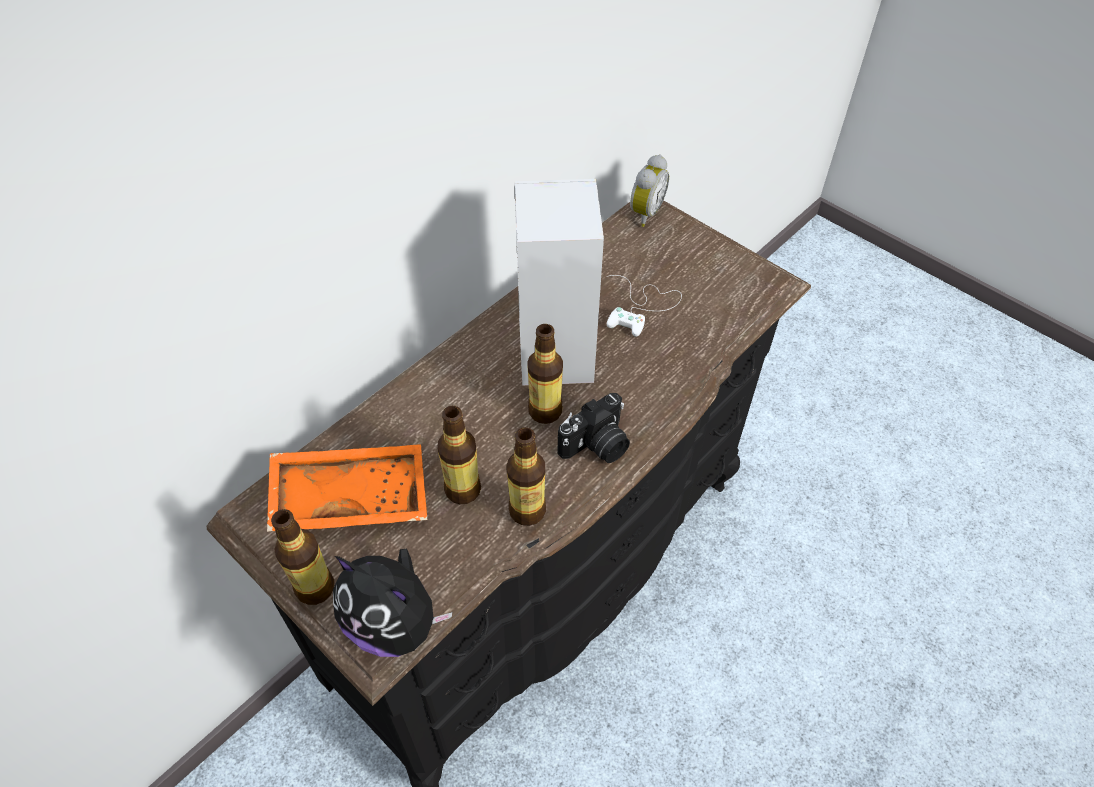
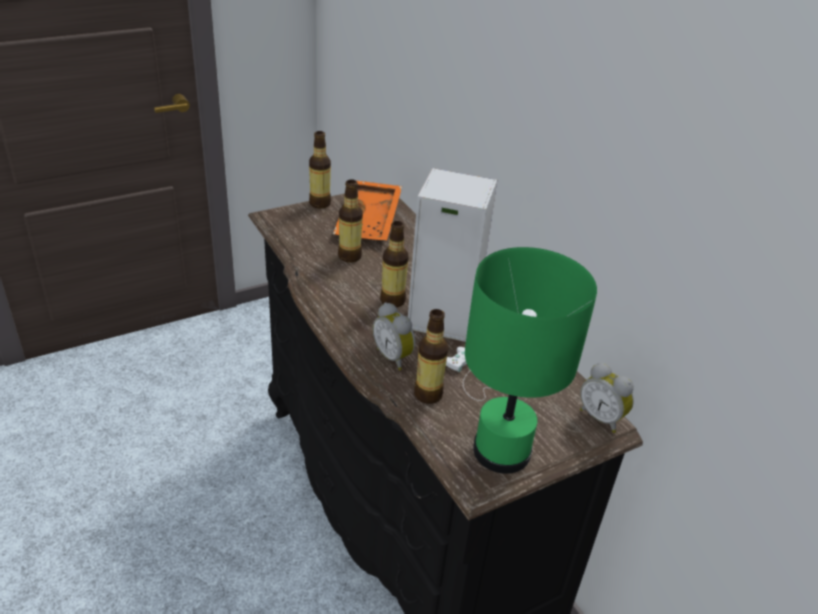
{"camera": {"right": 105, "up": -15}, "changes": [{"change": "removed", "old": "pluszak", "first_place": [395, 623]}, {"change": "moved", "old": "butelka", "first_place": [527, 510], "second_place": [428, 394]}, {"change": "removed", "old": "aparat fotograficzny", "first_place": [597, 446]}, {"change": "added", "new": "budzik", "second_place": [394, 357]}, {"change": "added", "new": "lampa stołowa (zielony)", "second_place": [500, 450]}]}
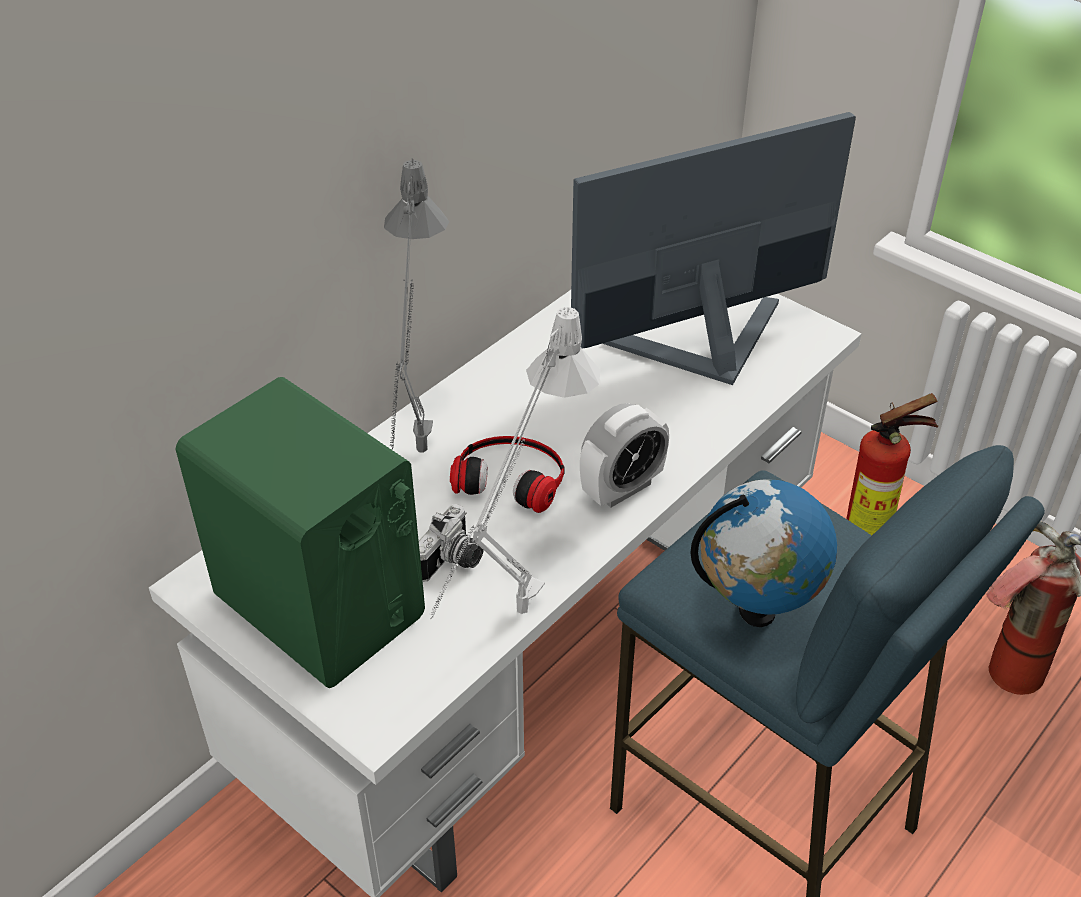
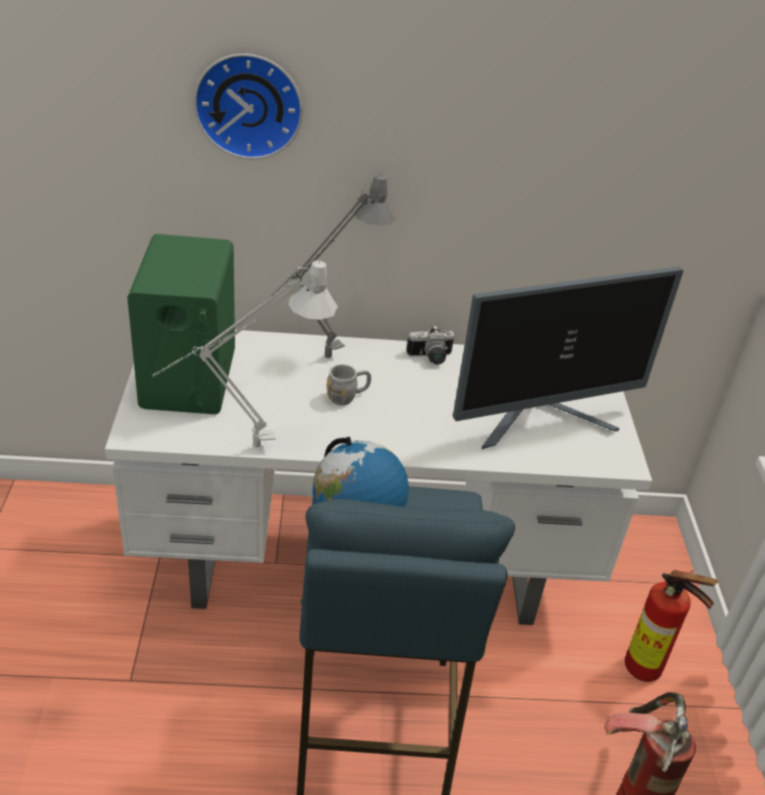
{"camera": {"right": 45, "up": -5}, "changes": [{"change": "moved", "old": "aparat fotograficzny", "first_place": [453, 561], "second_place": [431, 358]}, {"change": "replaced", "old": "słuchawki", "new": "kubek (szary)", "first_place": [511, 477], "second_place": [348, 397]}, {"change": "turned", "old": "monitor", "first_place": [703, 348], "second_place": [542, 419], "degrees": 135}, {"change": "removed", "old": "budzik", "first_place": [622, 488]}, {"change": "added", "new": "zegar ścienny", "second_place": [249, 104]}]}
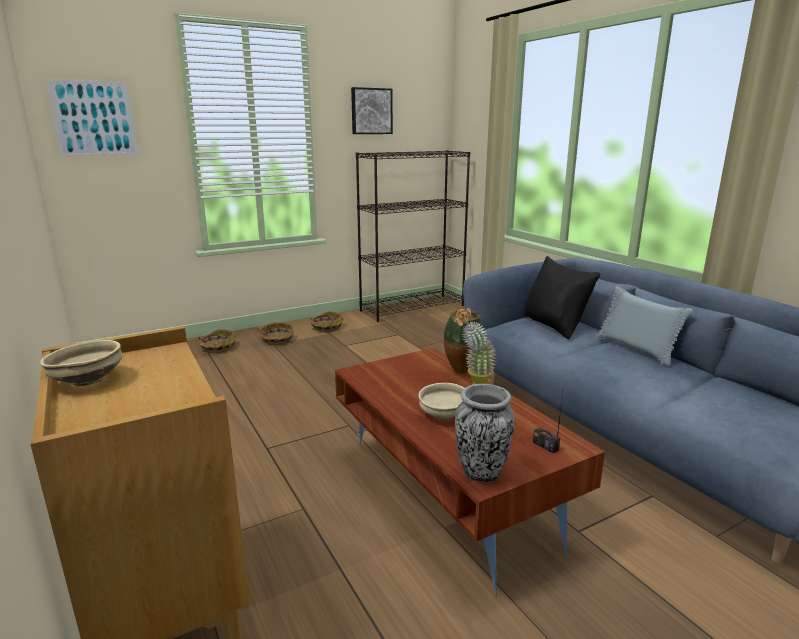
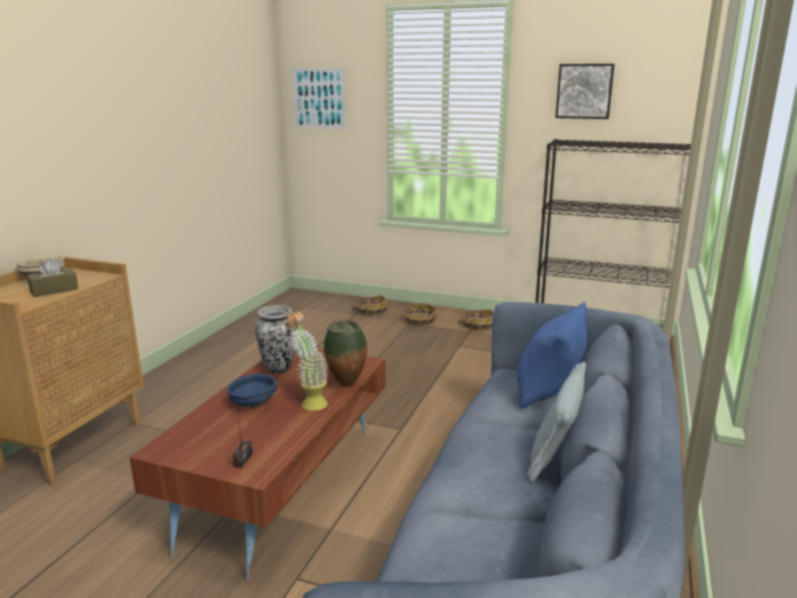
{"camera": {"right": 50, "up": 0}, "changes": [{"change": "recoloured", "old": "miska (beżowy)", "new": "miska (niebieski)", "first_place": [442, 415], "second_place": [252, 403]}, {"change": "moved", "old": "wazon", "first_place": [481, 473], "second_place": [278, 368]}, {"change": "recoloured", "old": "poduszka (czarny)", "new": "poduszka (niebieski)", "first_place": [554, 326], "second_place": [548, 391]}, {"change": "added", "new": "pudełko chusteczek (brązowy)", "second_place": [54, 290]}]}
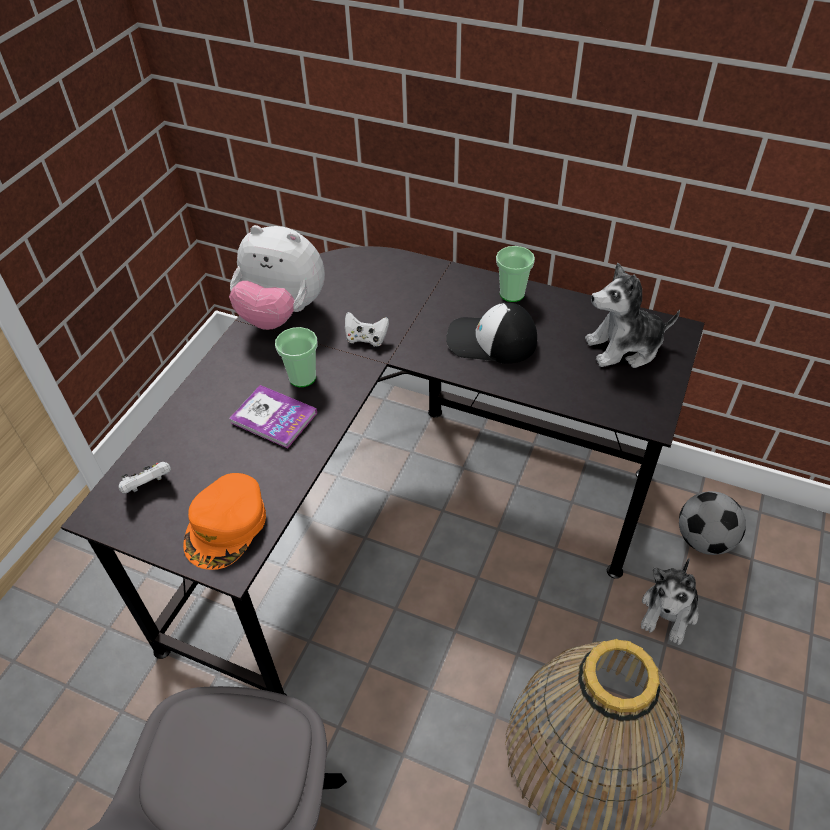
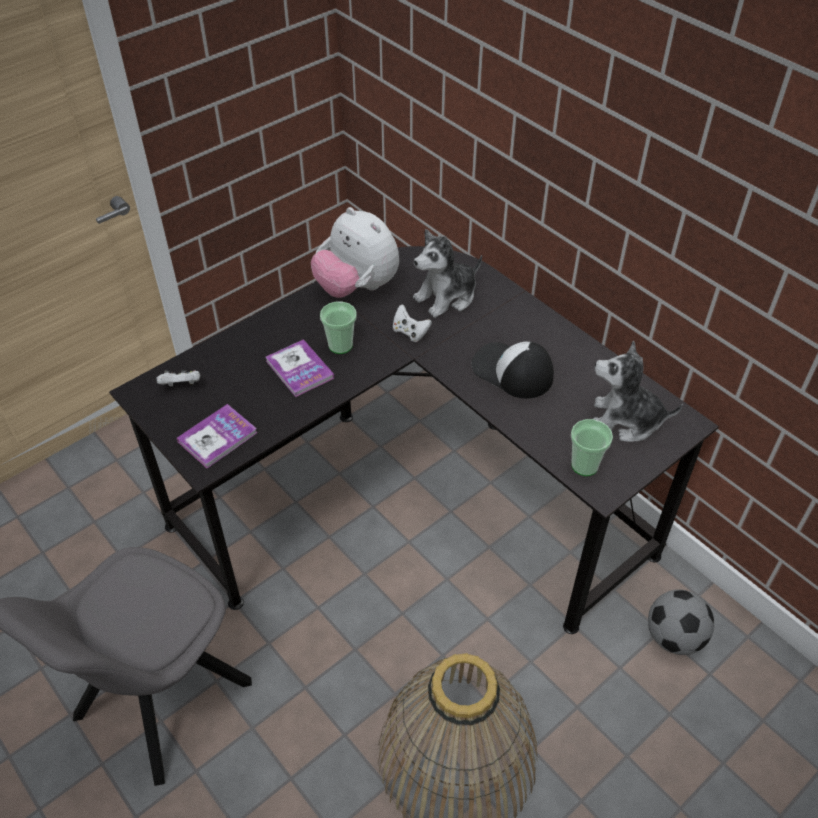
{"camera": {"right": 25, "up": 0}, "changes": [{"change": "replaced", "old": "czapka z daszkiem (pomarańczowy)", "new": "książka", "first_place": [226, 526], "second_place": [217, 437]}, {"change": "moved", "old": "filiżanka", "first_place": [512, 294], "second_place": [584, 465]}, {"change": "moved", "old": "pluszak", "first_place": [669, 611], "second_place": [446, 297]}]}
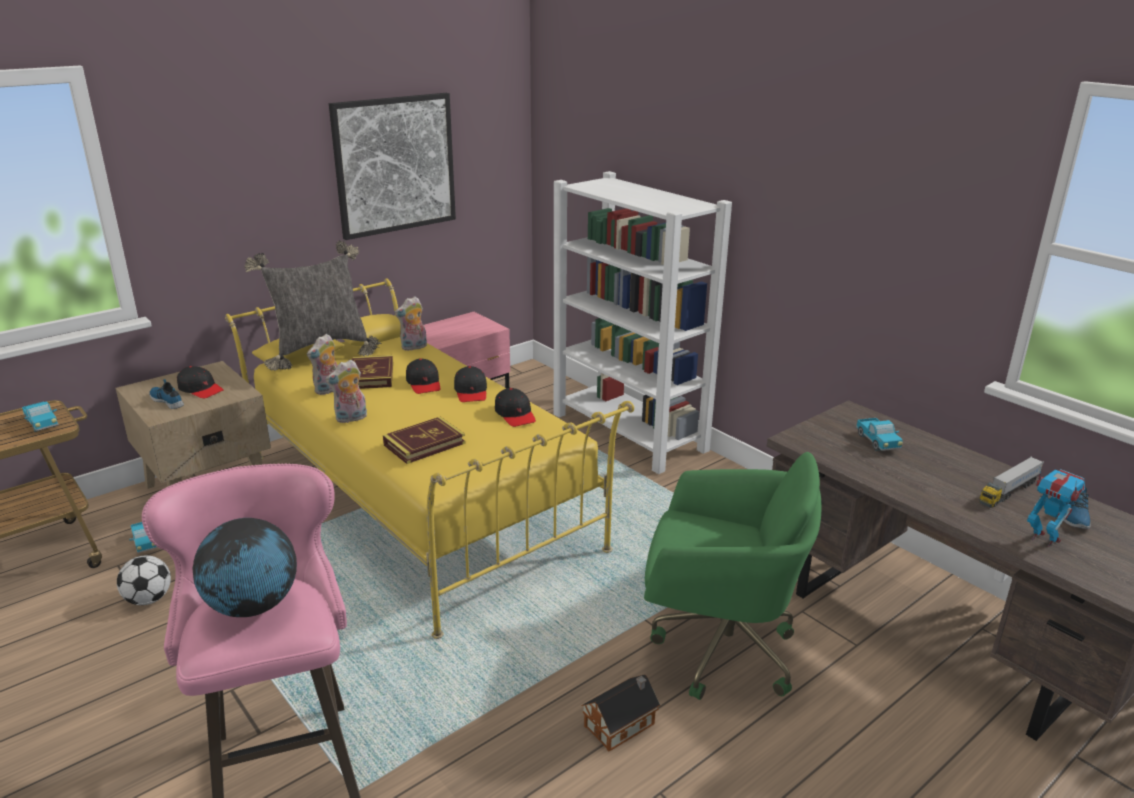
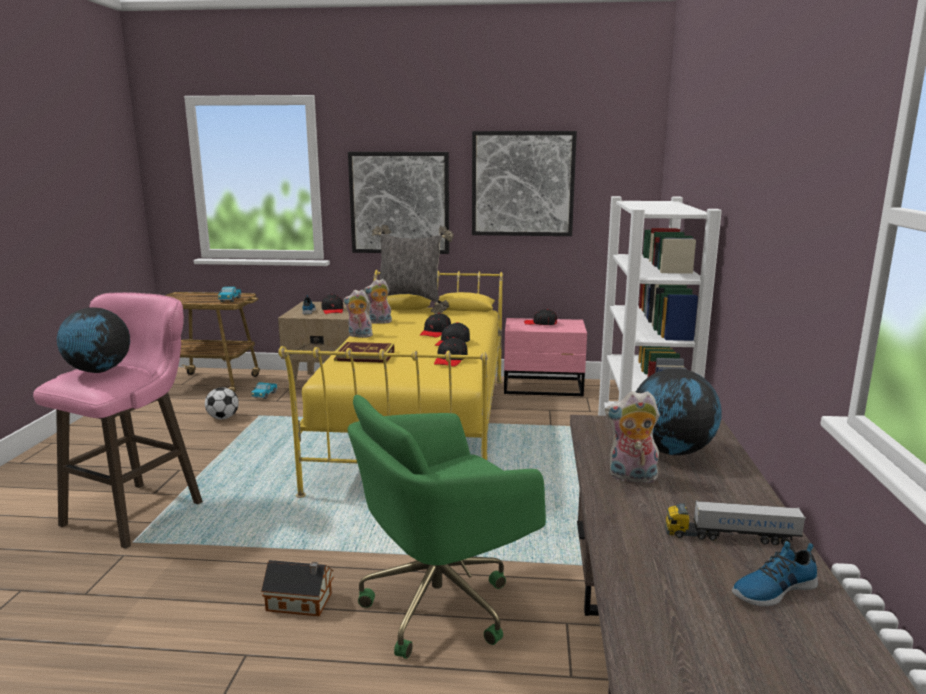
{"camera": {"right": 45, "up": -10}, "changes": [{"change": "removed", "old": "książka", "first_place": [372, 376]}, {"change": "moved", "old": "pluszak", "first_place": [414, 347], "second_place": [631, 478]}, {"change": "turned", "old": "krzesło biurowe (zielony)", "first_place": [718, 651], "second_place": [444, 605], "degrees": 90}, {"change": "replaced", "old": "ciężarówka zabawkowa", "new": "globus", "first_place": [877, 442], "second_place": [672, 451]}, {"change": "removed", "old": "robot zabawkowy", "first_place": [1044, 539]}, {"change": "added", "new": "obraz", "second_place": [399, 203]}, {"change": "added", "new": "czapka z daszkiem (czarny)", "second_place": [540, 323]}]}
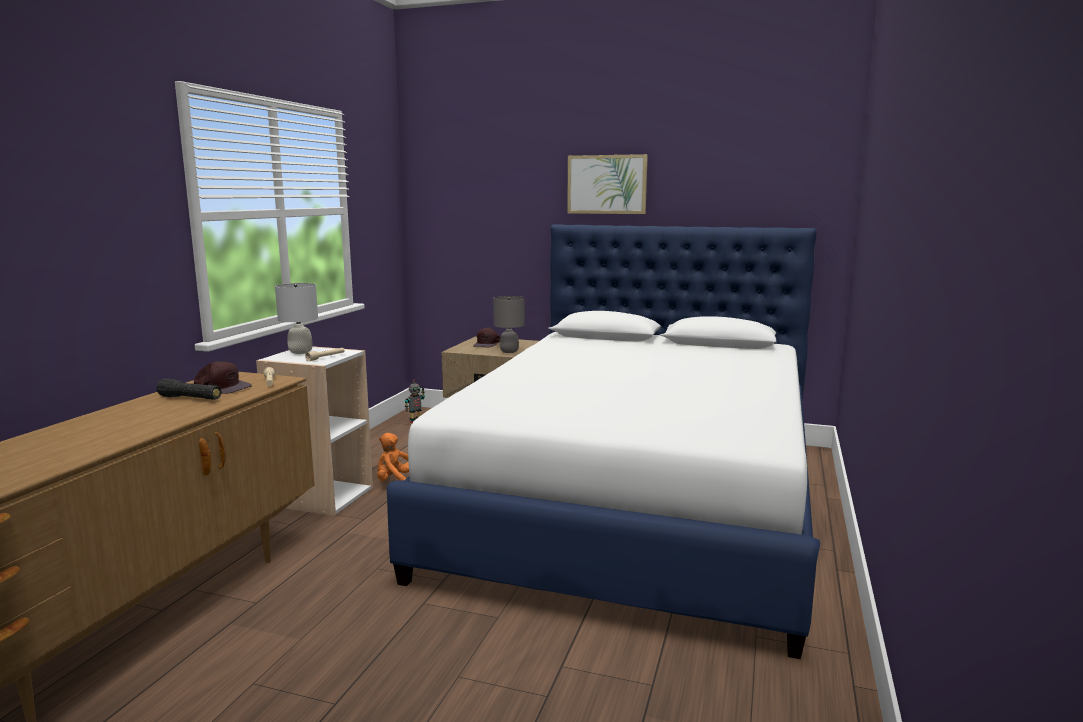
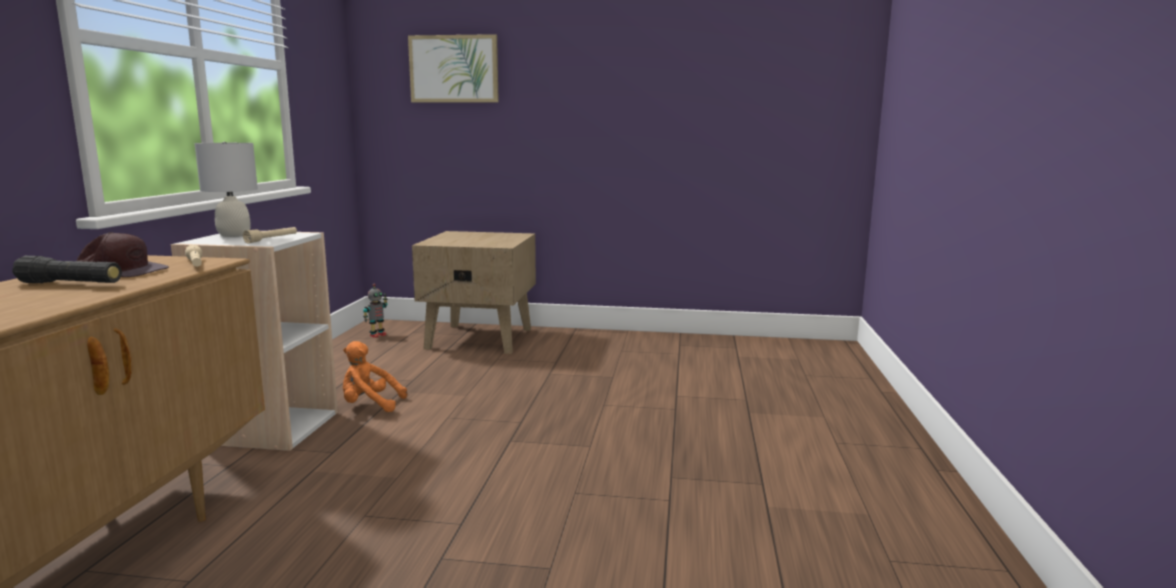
{"camera": {"right": -10, "up": 0}, "changes": [{"change": "removed", "old": "łóżko (biały)", "first_place": [637, 501]}, {"change": "removed", "old": "czapka z daszkiem (brązowy)", "first_place": [488, 344]}, {"change": "removed", "old": "lampa stołowa (szary)", "first_place": [509, 352]}, {"change": "moved", "old": "obraz", "first_place": [607, 184], "second_place": [454, 69]}]}
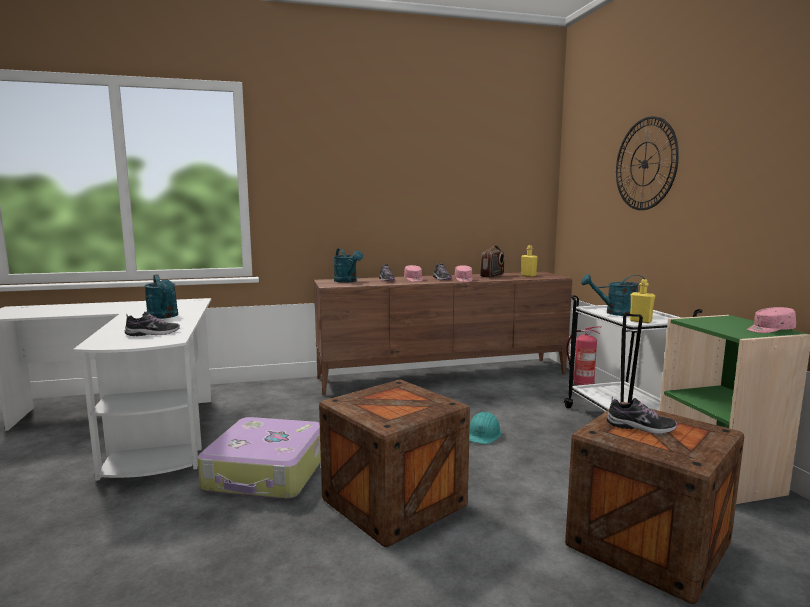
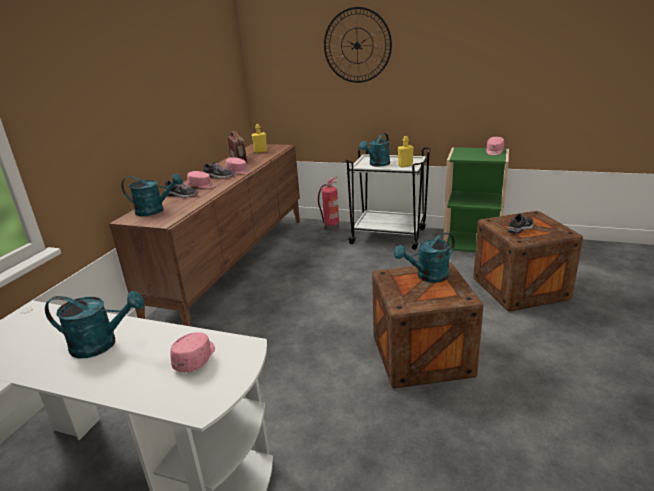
{"camera": {"right": -55, "up": 15}, "changes": [{"change": "replaced", "old": "but", "new": "czapka z daszkiem (różowy)", "first_place": [153, 333], "second_place": [196, 358]}, {"change": "removed", "old": "walizka", "first_place": [267, 473]}, {"change": "removed", "old": "kask (turkusowy)", "first_place": [484, 434]}, {"change": "added", "new": "konewka (turkusowy)", "second_place": [428, 276]}]}
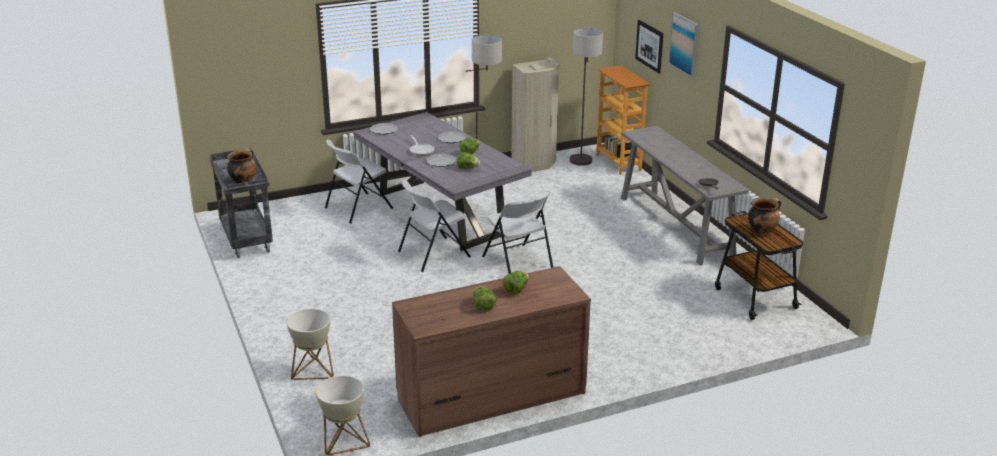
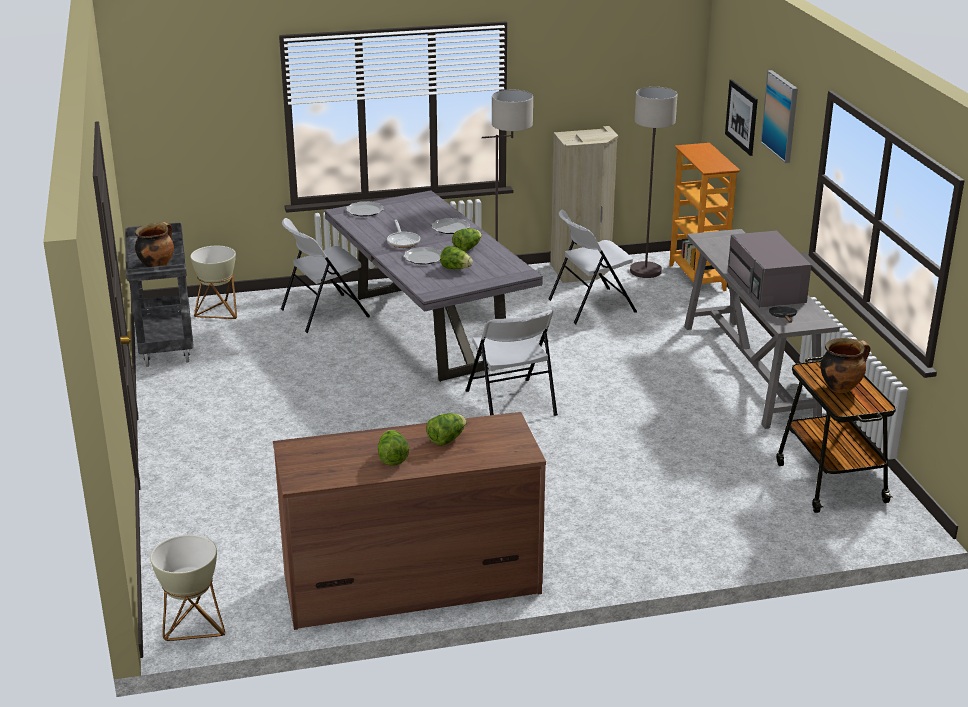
{"camera": {"right": 10, "up": 0}, "changes": [{"change": "moved", "old": "donica", "first_place": [313, 371], "second_place": [219, 312]}, {"change": "moved", "old": "krzesło (biały)", "first_place": [434, 254], "second_place": [591, 305]}, {"change": "added", "new": "mikrofalówka (szary)", "second_place": [767, 287]}]}
